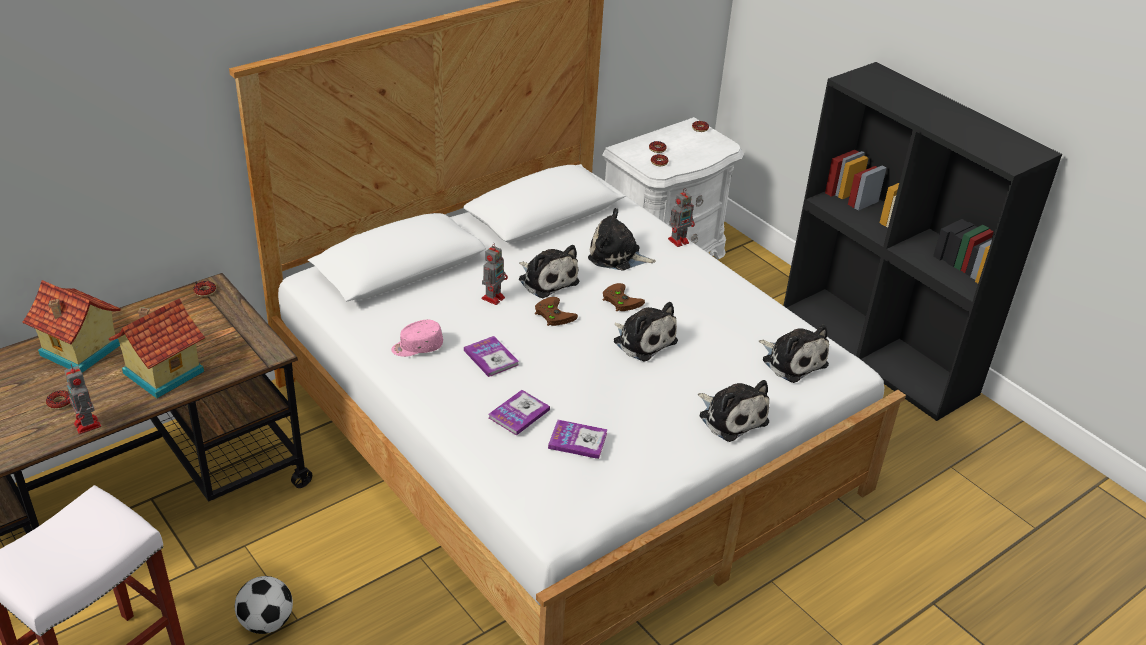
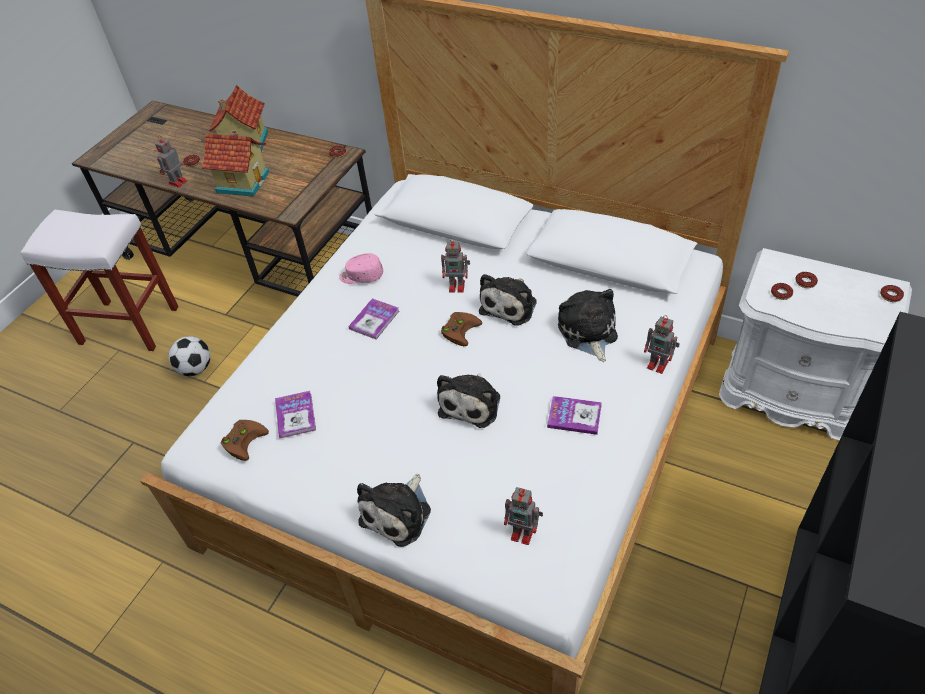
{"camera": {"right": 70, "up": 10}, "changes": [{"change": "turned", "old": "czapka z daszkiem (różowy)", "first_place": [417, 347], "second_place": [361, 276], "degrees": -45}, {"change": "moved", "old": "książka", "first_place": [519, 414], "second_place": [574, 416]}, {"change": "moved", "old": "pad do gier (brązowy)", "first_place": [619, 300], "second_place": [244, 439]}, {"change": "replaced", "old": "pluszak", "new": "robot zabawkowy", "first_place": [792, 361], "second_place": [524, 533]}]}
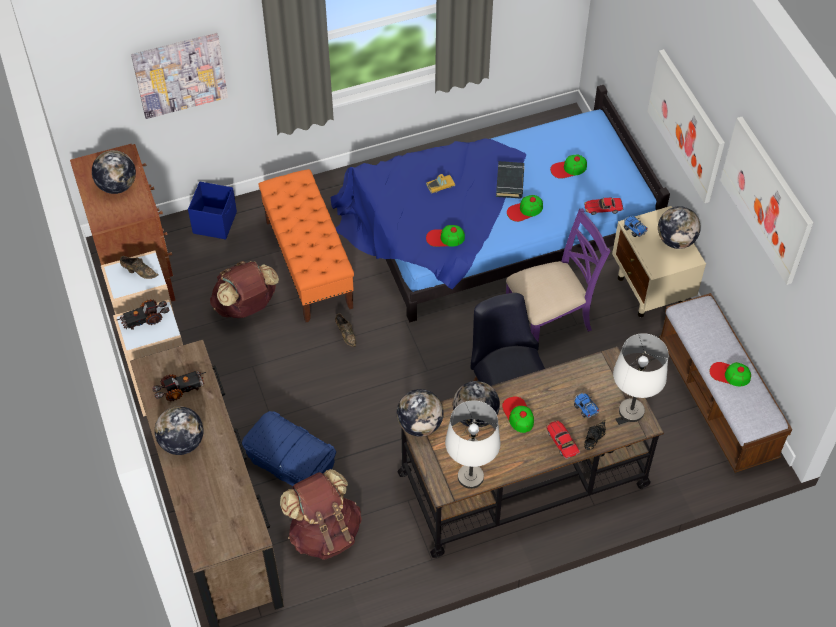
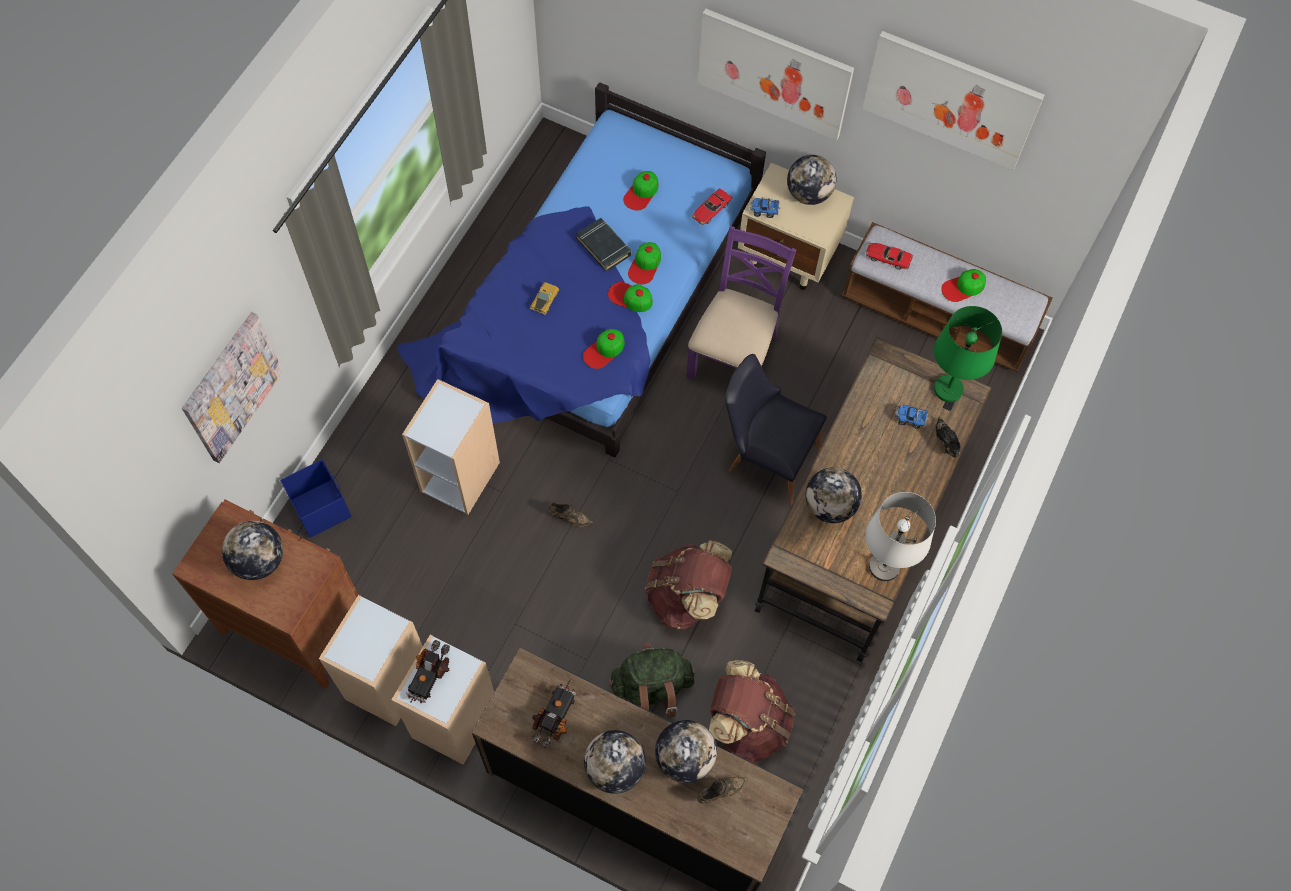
{"camera": {"right": -45, "up": 10}, "changes": [{"change": "moved", "old": "but (brązowy)", "first_place": [139, 272], "second_place": [720, 791]}, {"change": "moved", "old": "plecak (brązowy)", "first_place": [246, 306], "second_place": [687, 596]}, {"change": "replaced", "old": "pojemnik do przechowywania (niebieski)", "new": "plecak (zielony)", "first_place": [290, 465], "second_place": [651, 687]}, {"change": "replaced", "old": "ławka (pomarańczowy)", "new": "regał", "first_place": [309, 264], "second_place": [461, 476]}, {"change": "moved", "old": "globus", "first_place": [420, 424], "second_place": [684, 758]}, {"change": "moved", "old": "czapka z daszkiem", "first_place": [518, 414], "second_place": [630, 297]}, {"change": "moved", "old": "samochodzik", "first_place": [562, 442], "second_place": [887, 258]}, {"change": "recoloured", "old": "lampa stołowa (biały)", "new": "lampa stołowa (zielony)", "first_place": [631, 411], "second_place": [948, 389]}]}
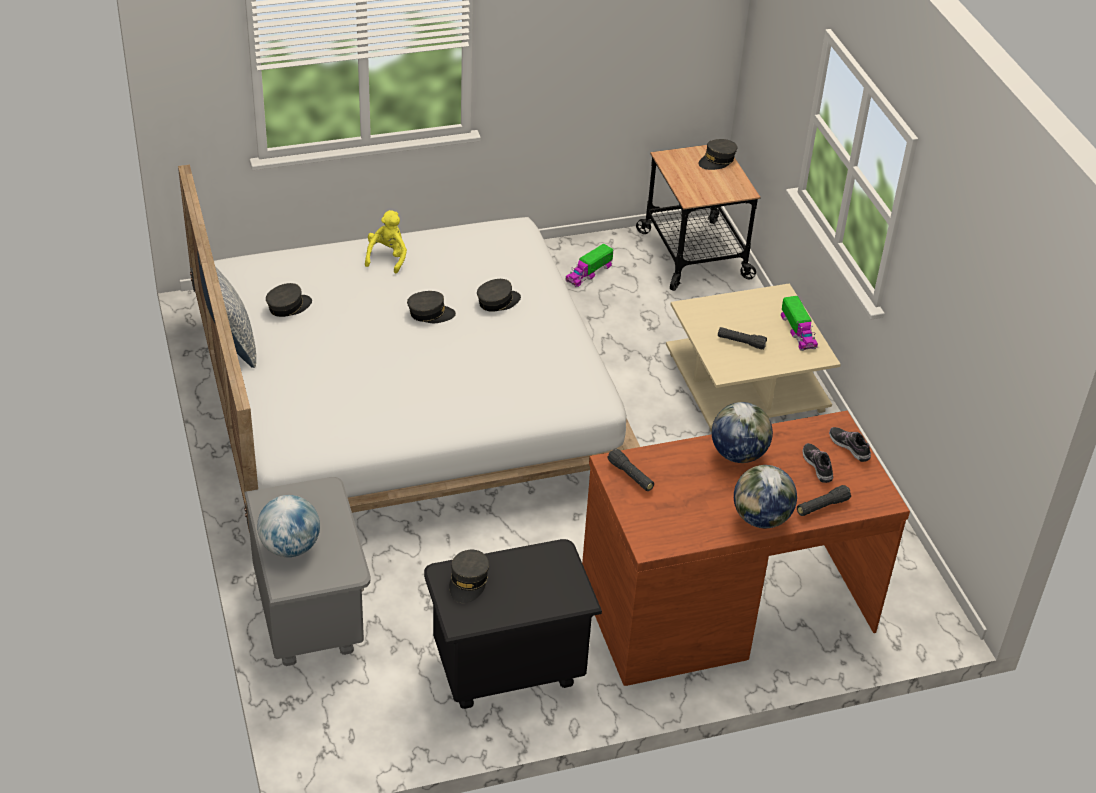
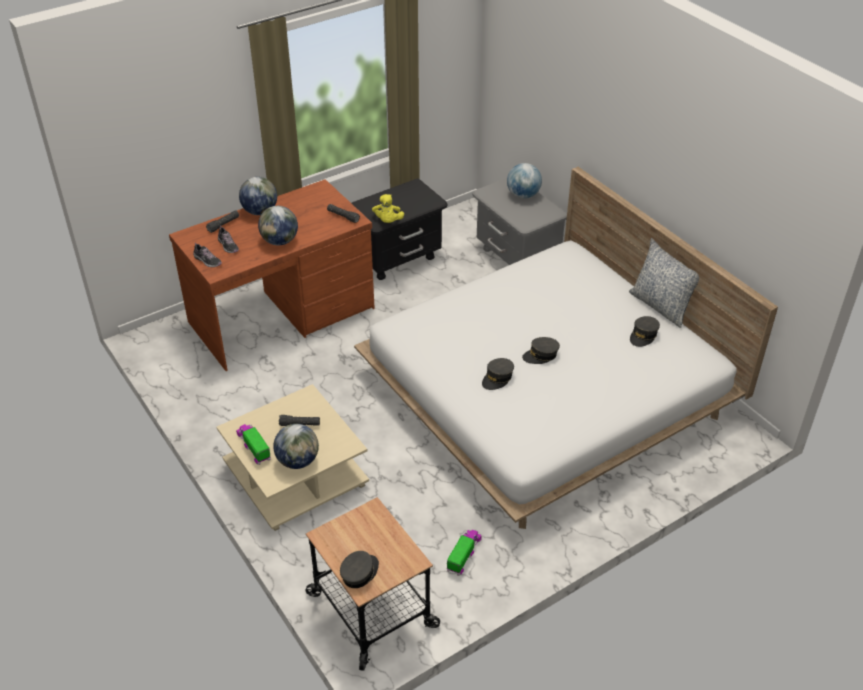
{"camera": {"right": 165, "up": 0}, "changes": [{"change": "moved", "old": "pluszak (żółty)", "first_place": [387, 257], "second_place": [388, 221]}, {"change": "removed", "old": "czapka z daszkiem (szary)", "first_place": [468, 582]}, {"change": "added", "new": "globus", "second_place": [298, 461]}]}
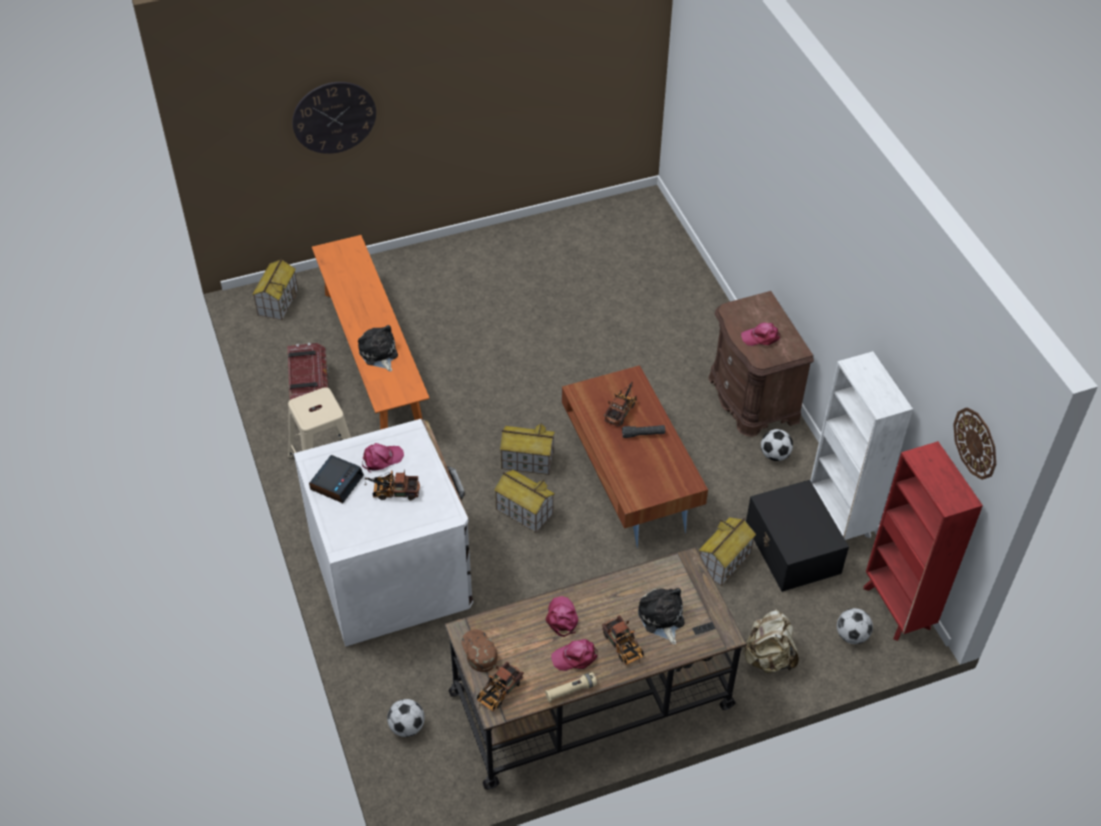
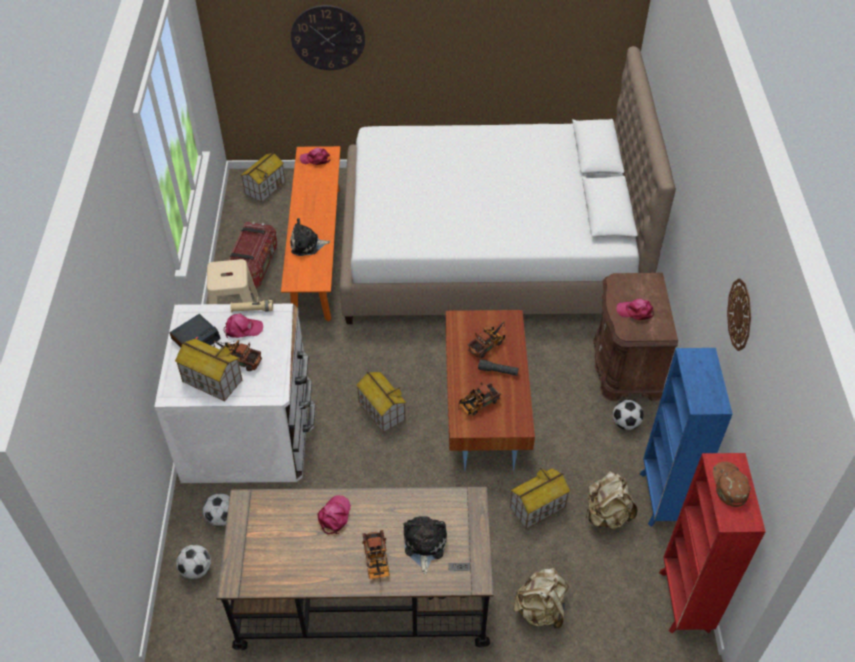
{"camera": {"right": 20, "up": 0}, "changes": [{"change": "turned", "old": "pluszak", "first_place": [379, 354], "second_place": [307, 245], "degrees": -90}, {"change": "moved", "old": "czapka z daszkiem (brązowy)", "first_place": [478, 651], "second_place": [729, 485]}, {"change": "moved", "old": "ciężarówka zabawkowa", "first_place": [497, 693], "second_place": [477, 405]}, {"change": "moved", "old": "domek", "first_place": [527, 461], "second_place": [212, 381]}, {"change": "moved", "old": "latarka (beżowy)", "first_place": [570, 690], "second_place": [252, 310]}, {"change": "moved", "old": "czapka z daszkiem (różowy)", "first_place": [575, 657], "second_place": [315, 159]}, {"change": "replaced", "old": "pojemnik do przechowywania (czarny)", "new": "plecak (beżowy)", "first_place": [792, 549], "second_place": [606, 515]}, {"change": "recoloured", "old": "regał (biały)", "new": "regał (niebieski)", "first_place": [839, 519], "second_place": [662, 499]}, {"change": "moved", "old": "piłka futbolowa", "first_place": [851, 635], "second_place": [222, 518]}, {"change": "moved", "old": "zegar ścienny", "first_place": [976, 443], "second_place": [740, 314]}, {"change": "added", "new": "łóżko (biały)", "second_place": [489, 250]}]}
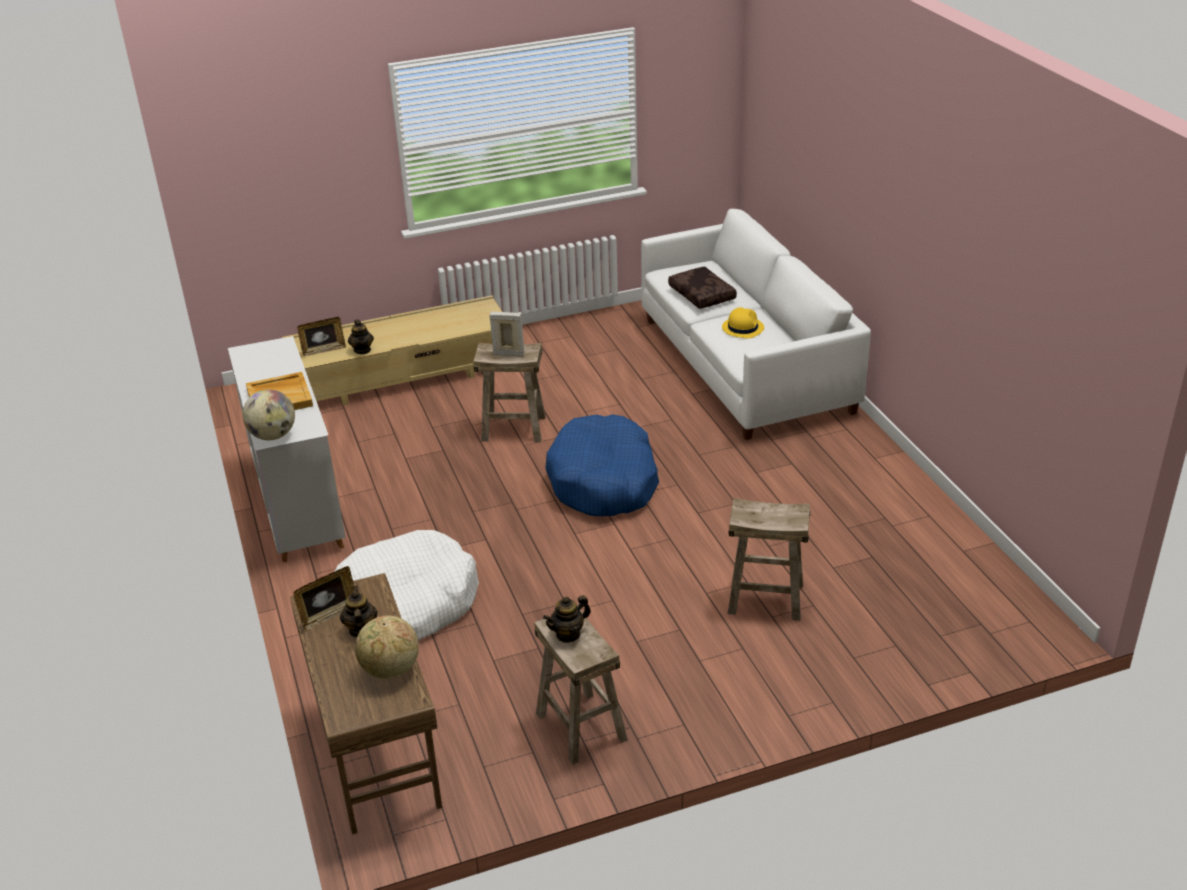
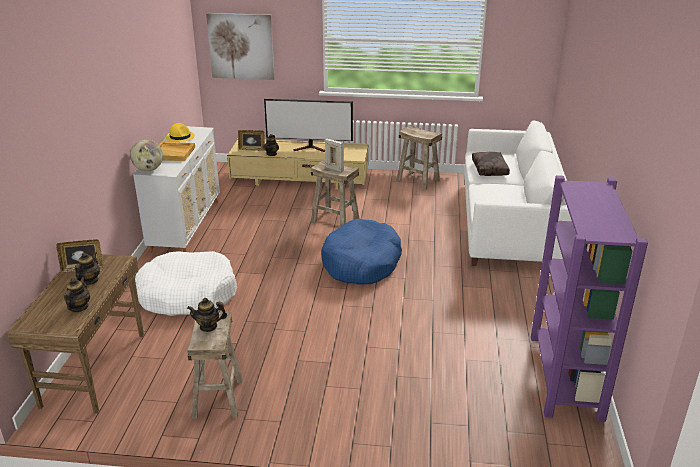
{"camera": {"right": 25, "up": -5}, "changes": [{"change": "replaced", "old": "globus", "new": "imbryk", "first_place": [390, 670], "second_place": [79, 307]}, {"change": "moved", "old": "kapelusz (żółty)", "first_place": [742, 328], "second_place": [180, 137]}, {"change": "moved", "old": "stołek (beżowy)", "first_place": [765, 599], "second_place": [417, 181]}, {"change": "added", "new": "obraz", "second_place": [241, 46]}, {"change": "added", "new": "telewizor", "second_place": [311, 148]}, {"change": "added", "new": "regał (fioletowy)", "second_place": [565, 376]}]}
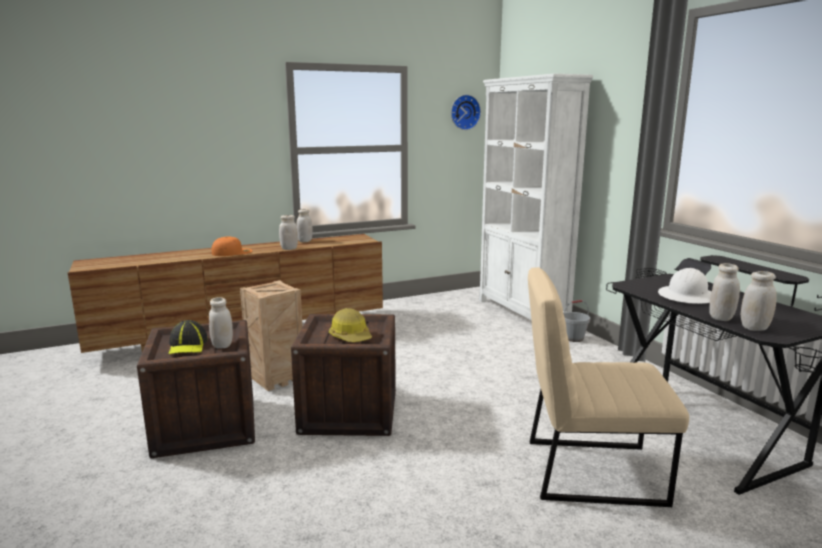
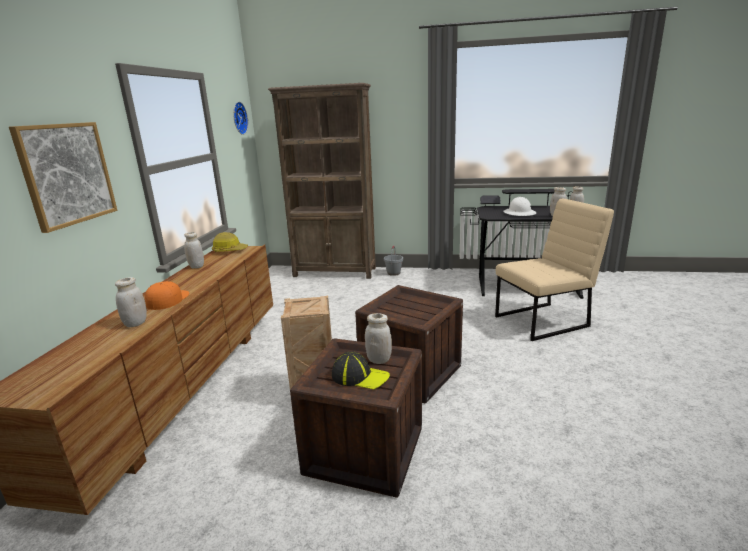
{"camera": {"right": -55, "up": 5}, "changes": [{"change": "moved", "old": "słoik (biały)", "first_place": [289, 249], "second_place": [135, 323]}, {"change": "moved", "old": "kask", "first_place": [351, 337], "second_place": [229, 250]}, {"change": "recoloured", "old": "regał (biały)", "new": "regał (brązowy)", "first_place": [522, 312], "second_place": [335, 272]}, {"change": "turned", "old": "krzesło (beżowy)", "first_place": [589, 470], "second_place": [544, 321], "degrees": -150}, {"change": "added", "new": "obraz", "second_place": [67, 174]}]}
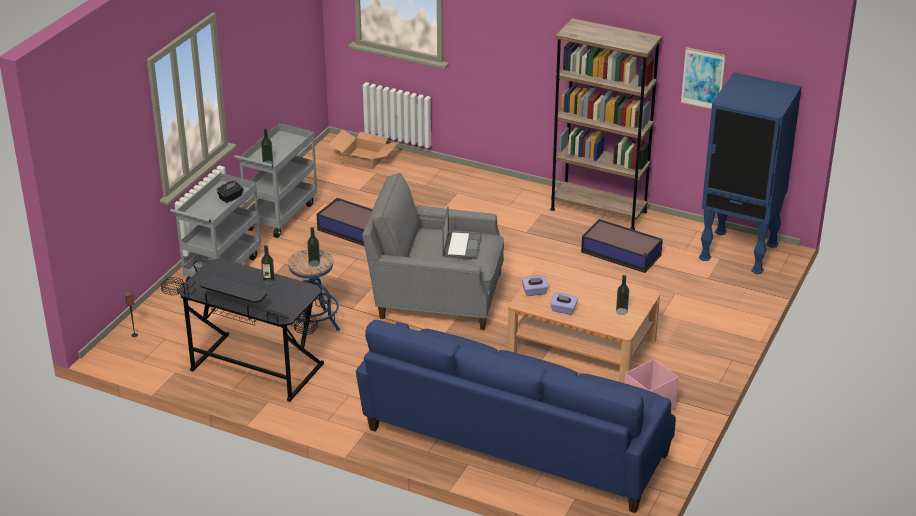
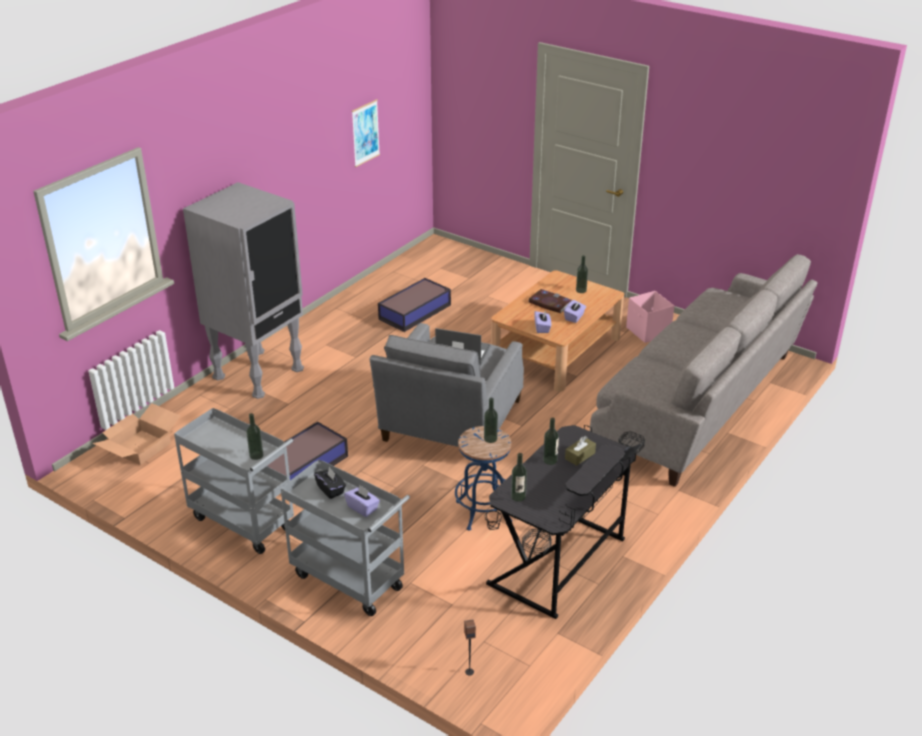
{"camera": {"right": -80, "up": 0}, "changes": [{"change": "recoloured", "old": "kanapa (niebieski)", "new": "kanapa (szary)", "first_place": [513, 446], "second_place": [701, 404]}, {"change": "removed", "old": "regał (brązowy)", "first_place": [598, 210]}, {"change": "removed", "old": "szafka (niebieski)", "first_place": [739, 251]}, {"change": "added", "new": "szafka (szary)", "second_place": [260, 372]}, {"change": "added", "new": "pudełko chusteczek (fioletowy)", "second_place": [362, 508]}, {"change": "added", "new": "butelka", "second_place": [518, 496]}, {"change": "added", "new": "książka", "second_place": [550, 303]}, {"change": "added", "new": "pudełko chusteczek (brązowy)", "second_place": [580, 456]}]}
